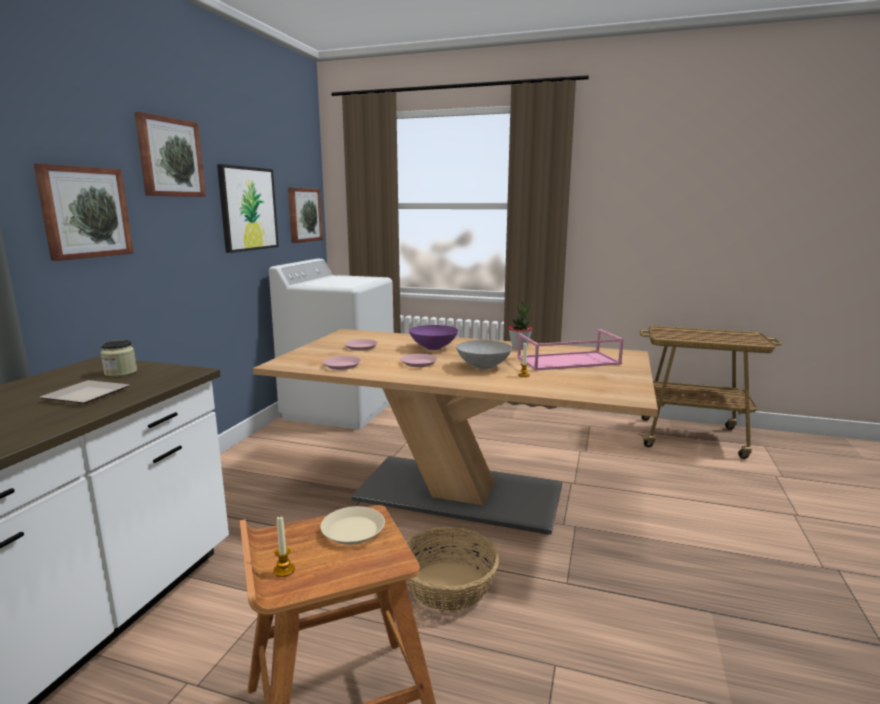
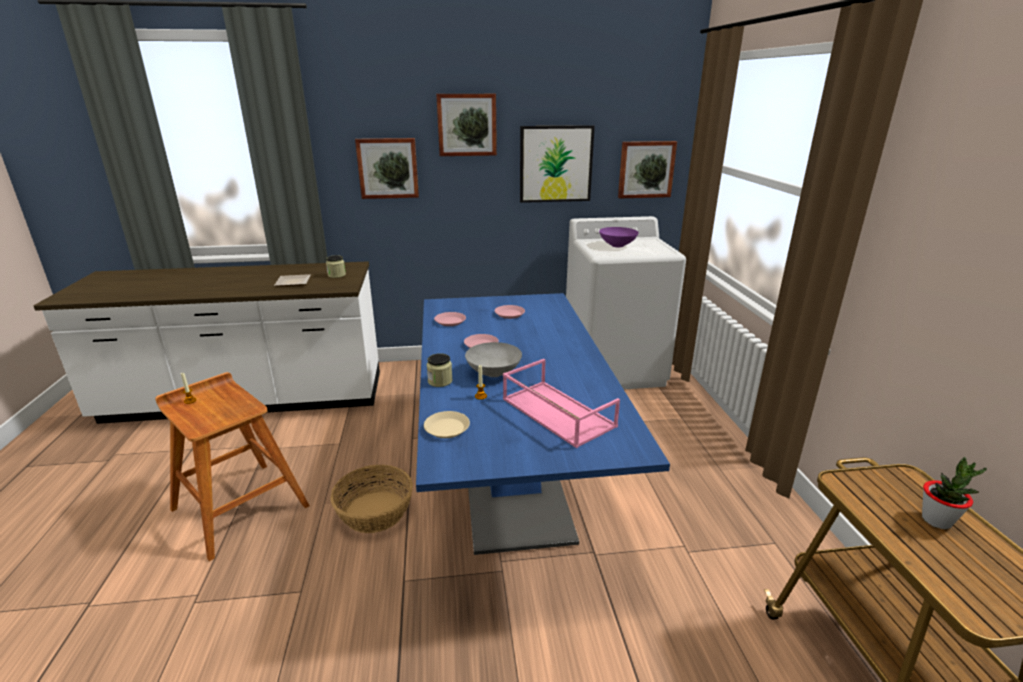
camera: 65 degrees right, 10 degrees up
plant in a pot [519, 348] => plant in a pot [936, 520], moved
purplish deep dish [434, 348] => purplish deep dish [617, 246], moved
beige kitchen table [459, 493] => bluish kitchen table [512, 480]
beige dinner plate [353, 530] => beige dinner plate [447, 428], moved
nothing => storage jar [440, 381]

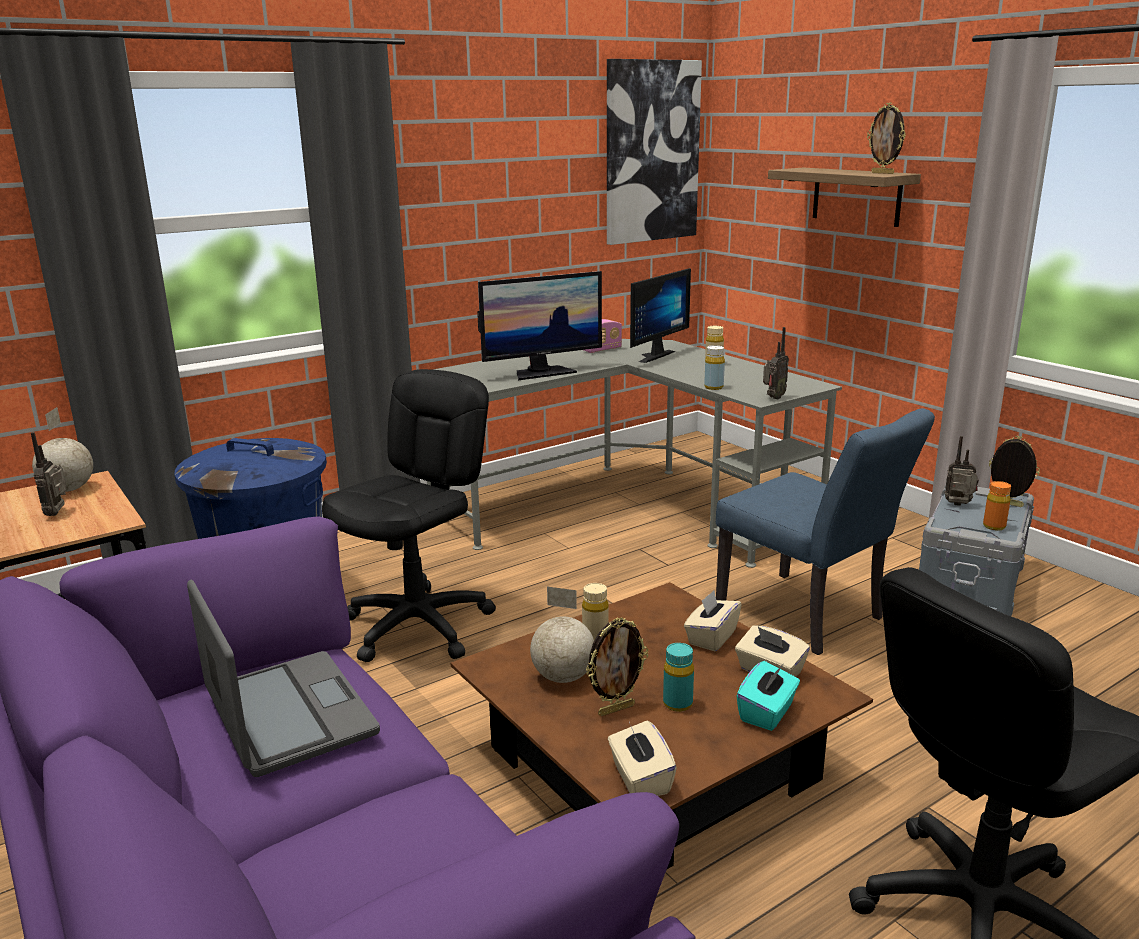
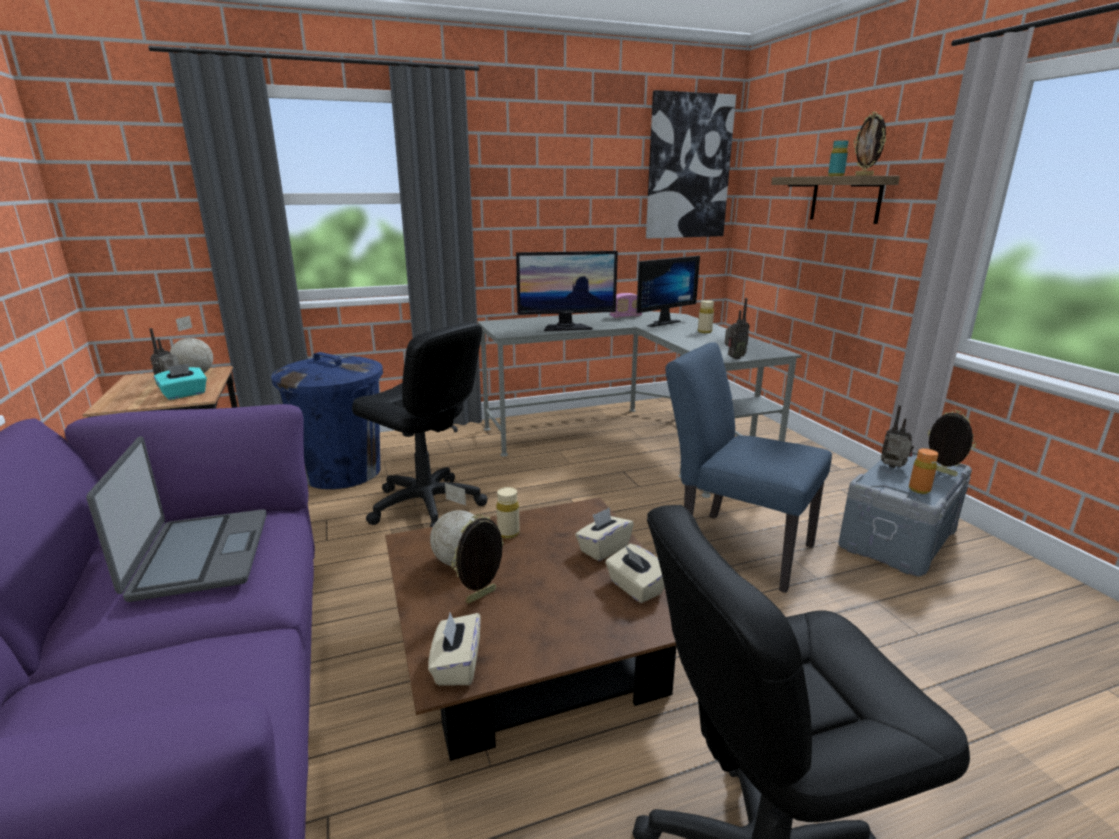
camera: 15 degrees right, 0 degrees up
yellowish bottle [713, 387] => nothing
blackish office chair [418, 626] => blackish office chair [426, 505], 75 degrees clockwise
bluish plain chair [809, 617] => bluish plain chair [734, 545], 150 degrees clockwise
photo frame [616, 709] => photo frame [482, 597], 150 degrees clockwise
blue-green bottle [677, 704] => blue-green bottle [835, 176], moved
blue-green tissue holder [767, 713] => blue-green tissue holder [184, 394], moved

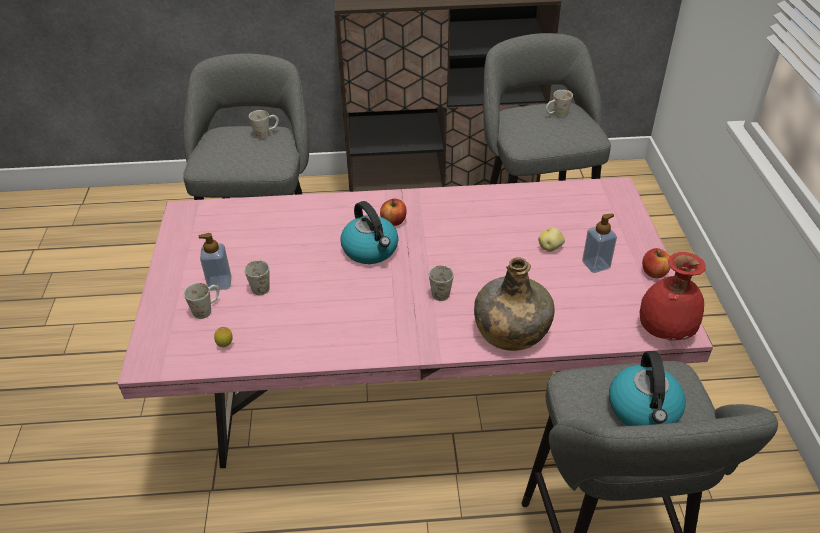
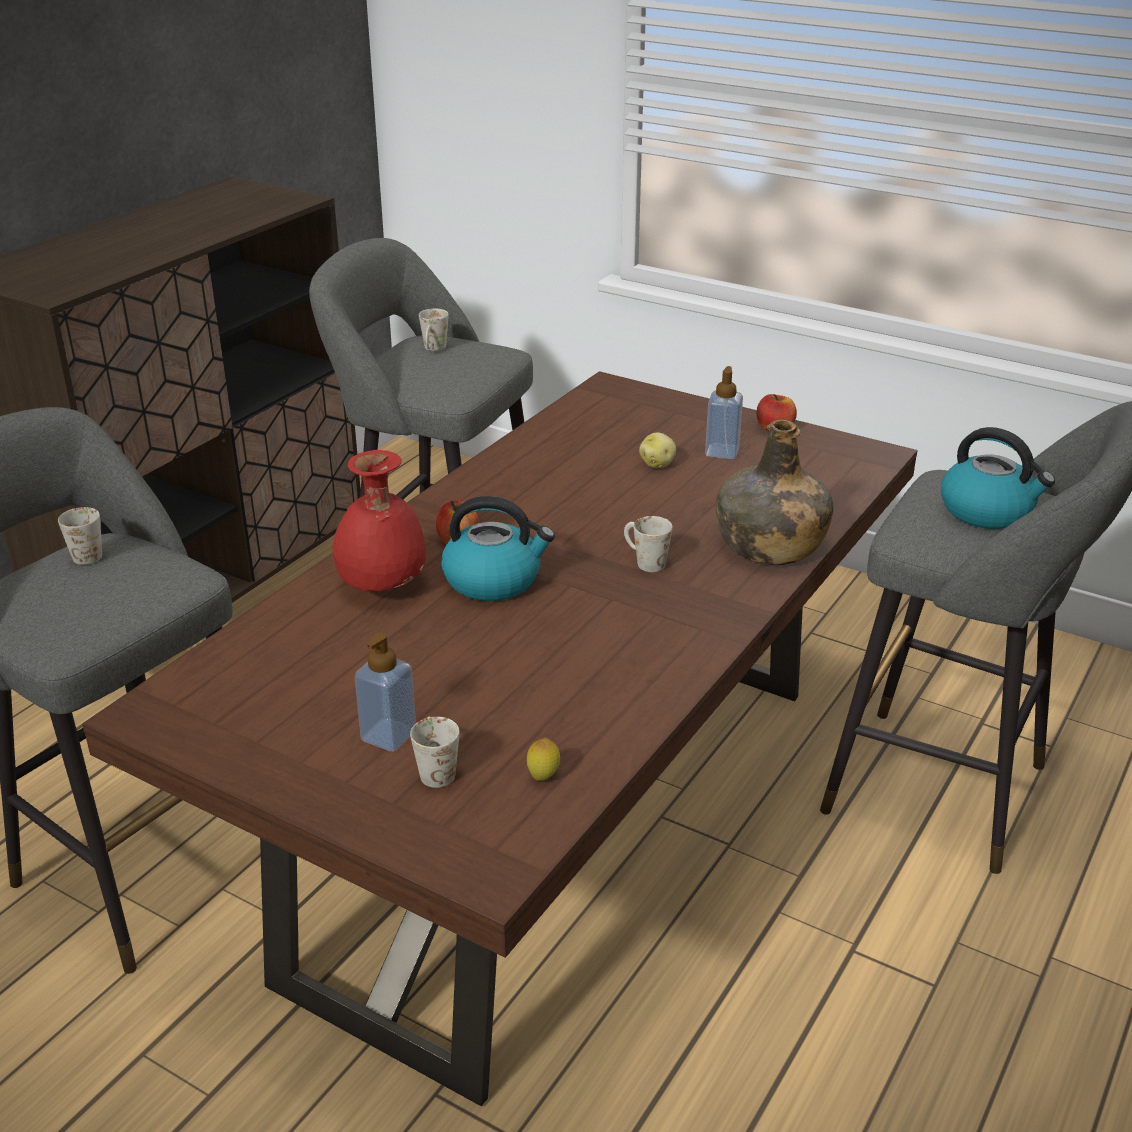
camera: 55 degrees left, 10 degrees down
pink-coloured kitchen table [410, 400] => brown-coloured kitchen table [566, 827]
red-coloured vase [664, 331] => red-coloured vase [381, 588], moved
whitish tea mug [258, 285] => nothing

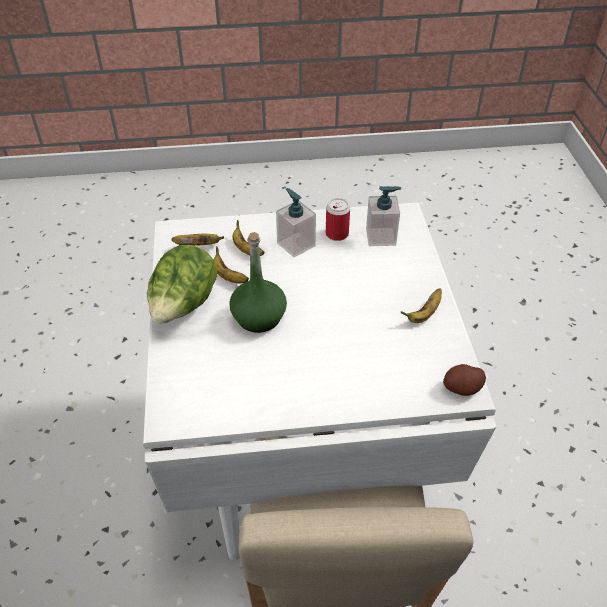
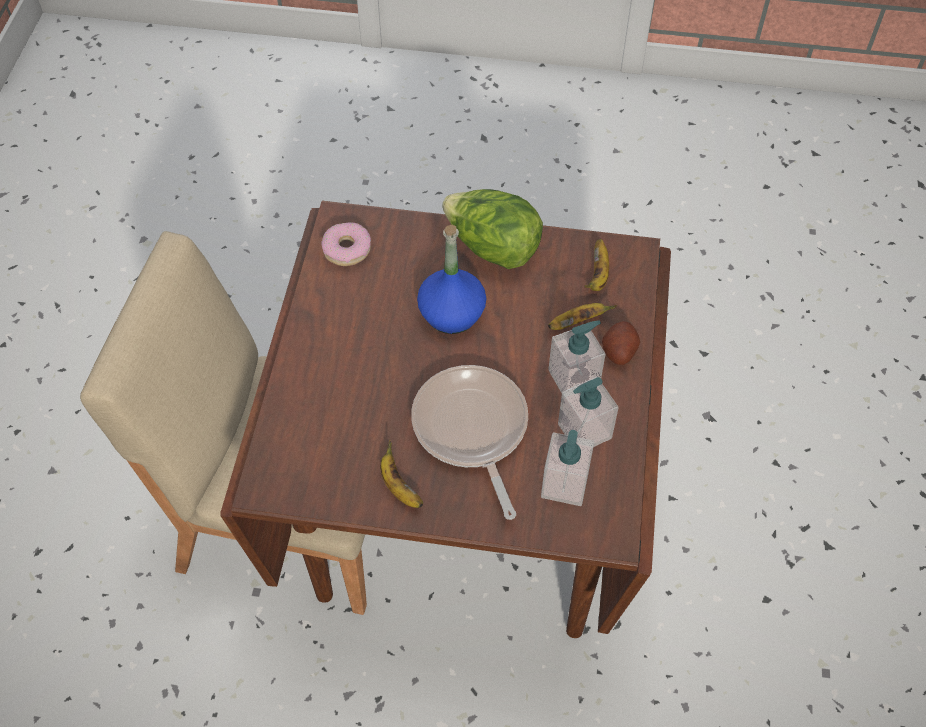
camera: 105 degrees right, 10 degrees up
metal can [337, 234] => liquid soap bottle [584, 431]
whitish kitchen table [305, 456] => brown-coloured kitchen table [462, 526]
greenish bottle [259, 317] => bluish bottle [451, 314]
whole banana [228, 277] => nothing
spud [462, 388] => spud [619, 351], moved
nothing => doughnut [347, 249]
nothing => frying pan [471, 430]

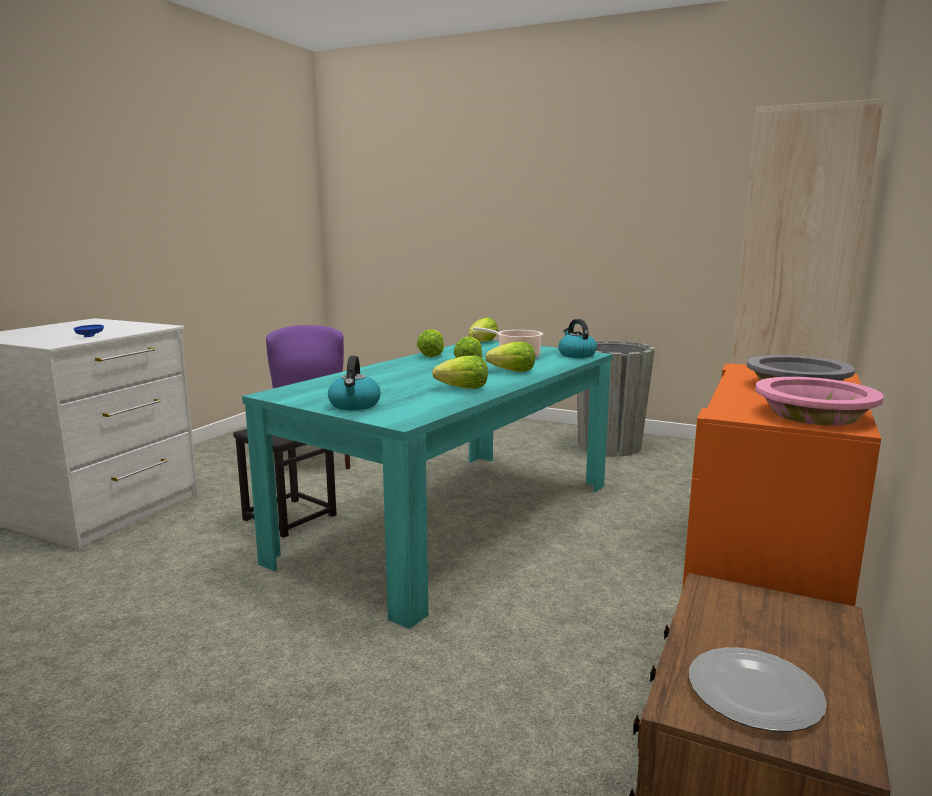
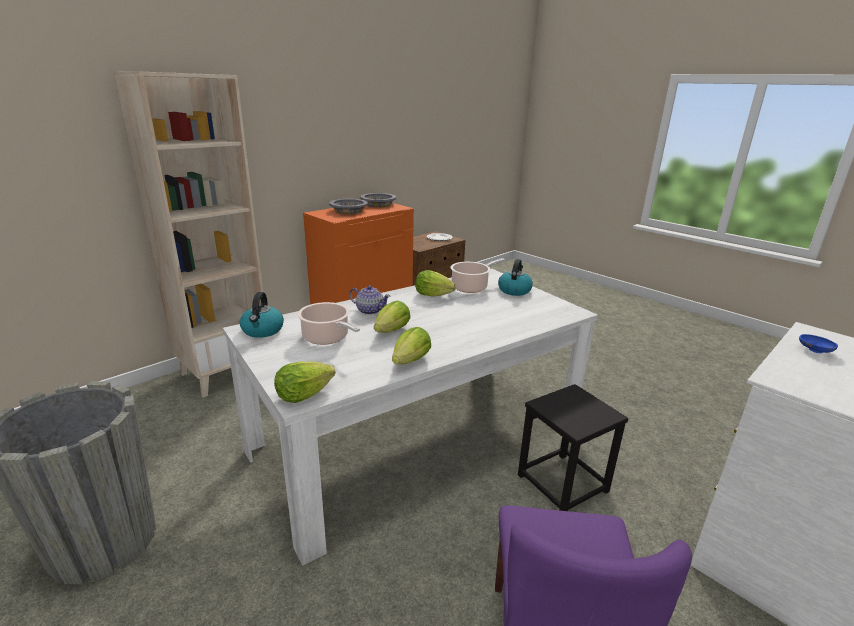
camera: 160 degrees left, 10 degrees up
blue-green kitchen table [453, 520] => whitish kitchen table [417, 439]
lettuce head [513, 371] => pot for tea [369, 310]
pink-coloured deep dish [814, 415] => grey deep dish [378, 204]
nothing => cooking pot [471, 287]

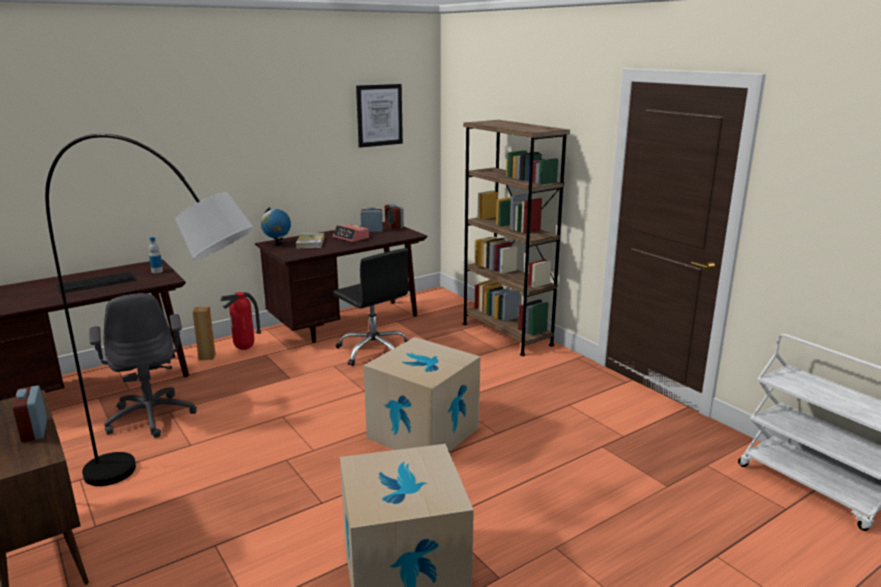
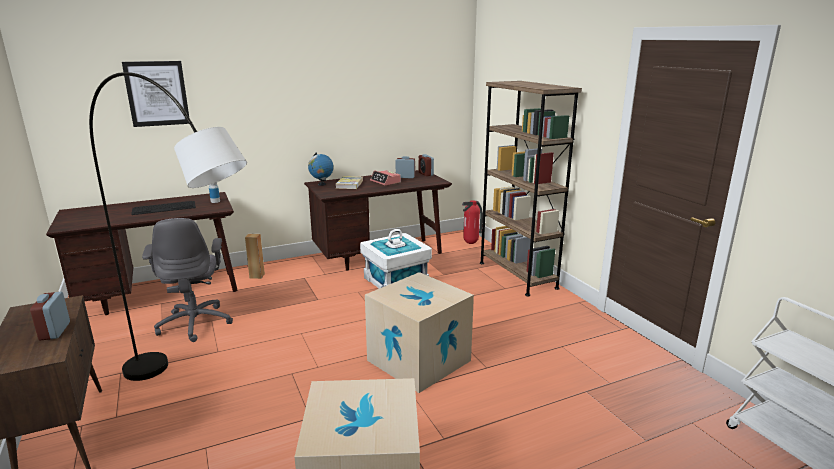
camera: 10 degrees right, 0 degrees up
wall art [379, 115] => wall art [157, 93], moved
blackish office chair [374, 350] => whitish storage container [396, 281]
fire-fighting cylinder [245, 349] => fire-fighting cylinder [471, 243], moved

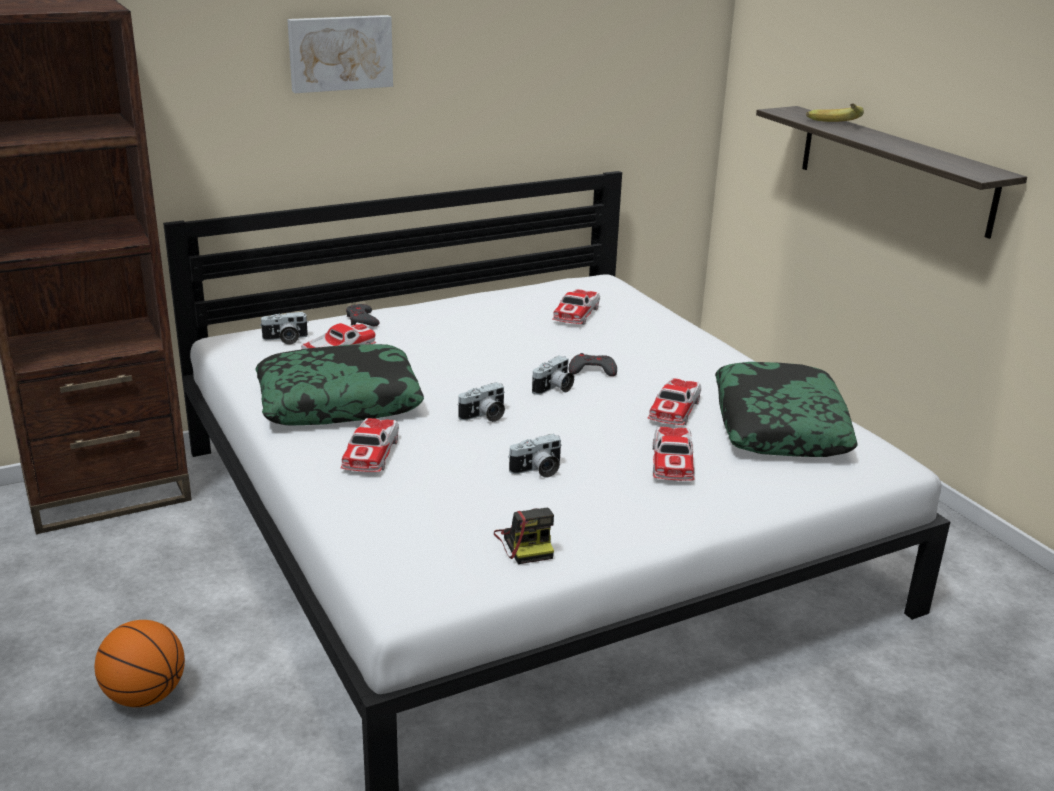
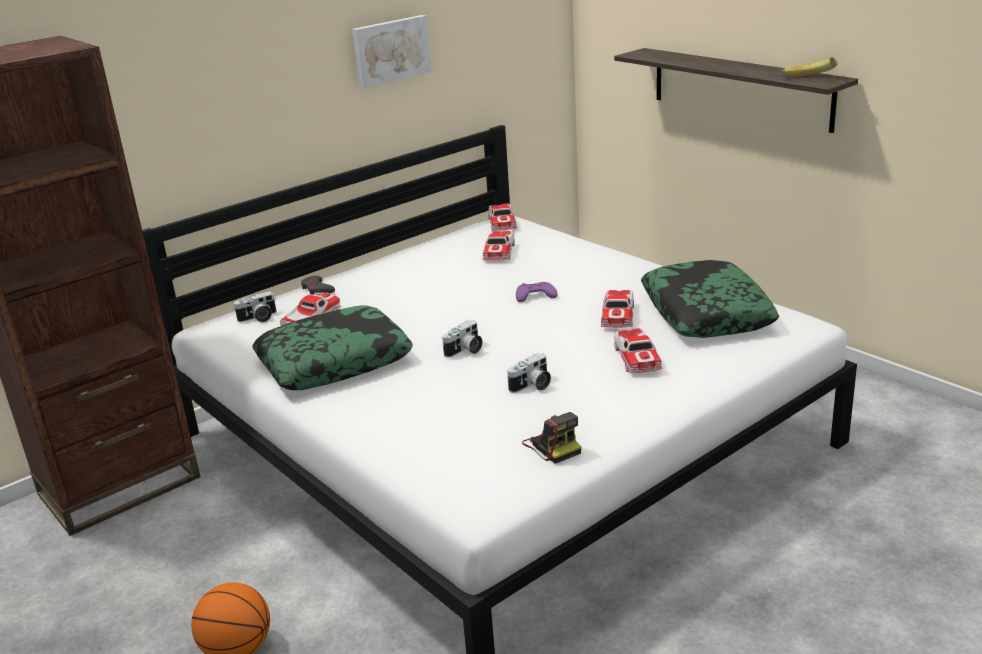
camera: 10 degrees left, 0 degrees up
wall art [340, 53] => wall art [390, 50], moved
whole banana [833, 126] => whole banana [810, 79], moved
grey gamepad [592, 370] => purplish gamepad [535, 296]
photo camera [554, 388] => nothing
model car [371, 454] => model car [502, 223], moved

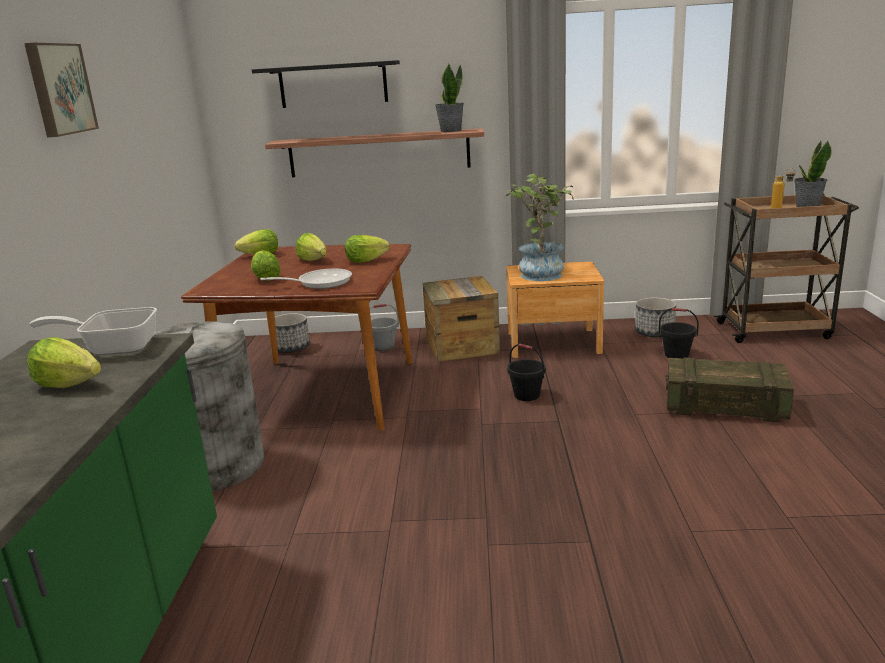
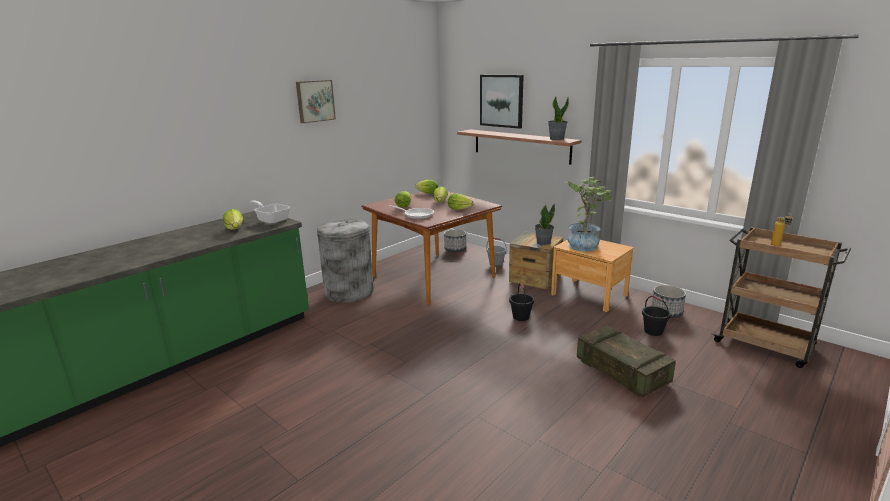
camera: 40 degrees right, 0 degrees up
blackish wall shelf [333, 84] => wall art [501, 101]
plant in a pot [807, 206] => plant in a pot [543, 242], moved

